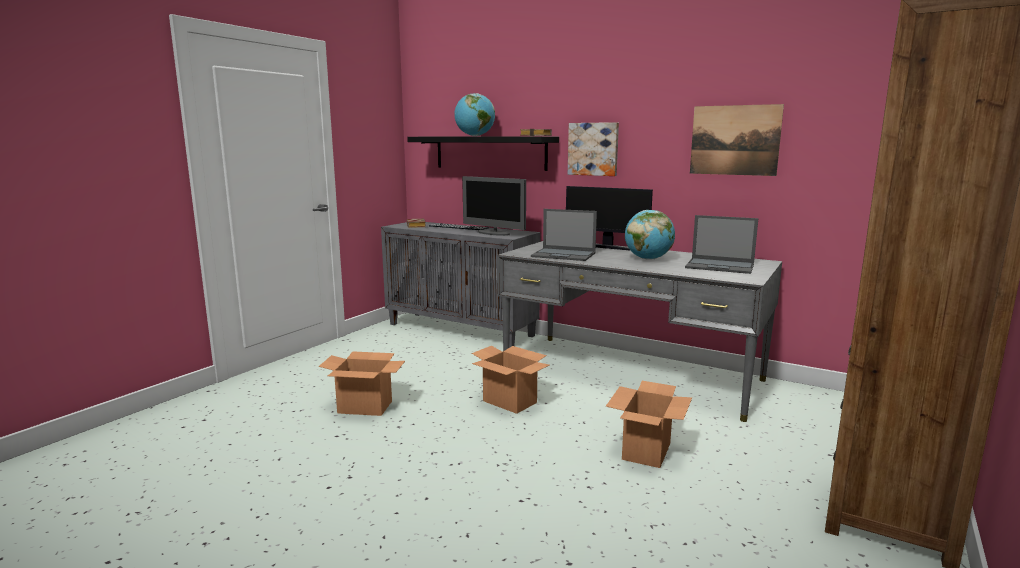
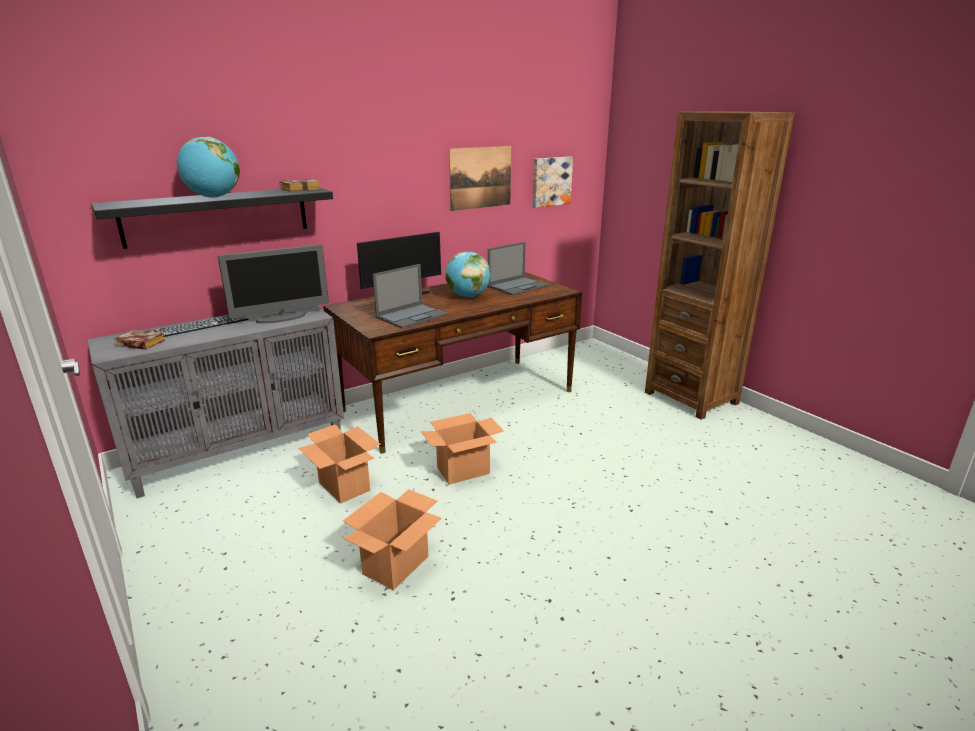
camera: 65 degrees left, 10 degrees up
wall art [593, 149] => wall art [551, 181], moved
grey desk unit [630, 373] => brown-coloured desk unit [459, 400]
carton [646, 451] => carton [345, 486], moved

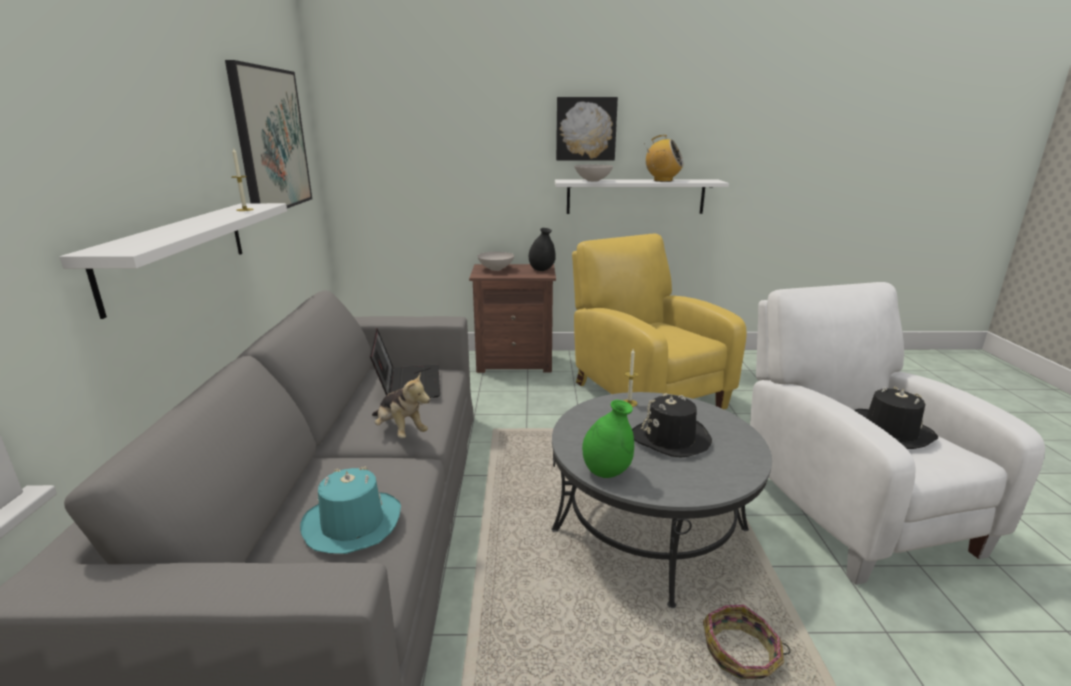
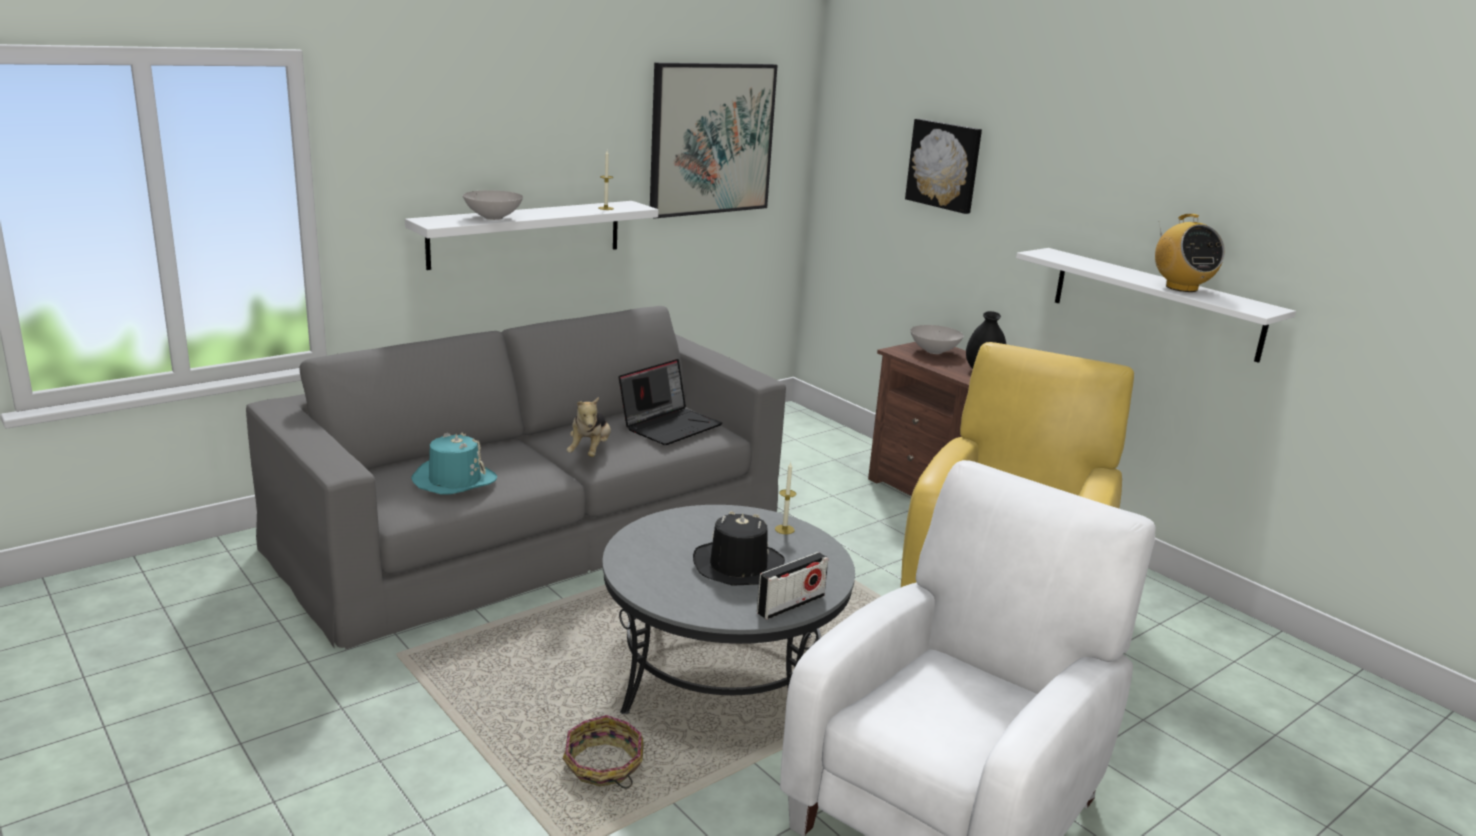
camera: 50 degrees right, 0 degrees up
wall art [586, 129] => wall art [945, 165], moved
whitish deep dish [592, 181] => whitish deep dish [493, 217], moved
blackish hat [890, 431] => nothing
greenish vase [606, 472] => nothing
nothing => radio set [791, 604]

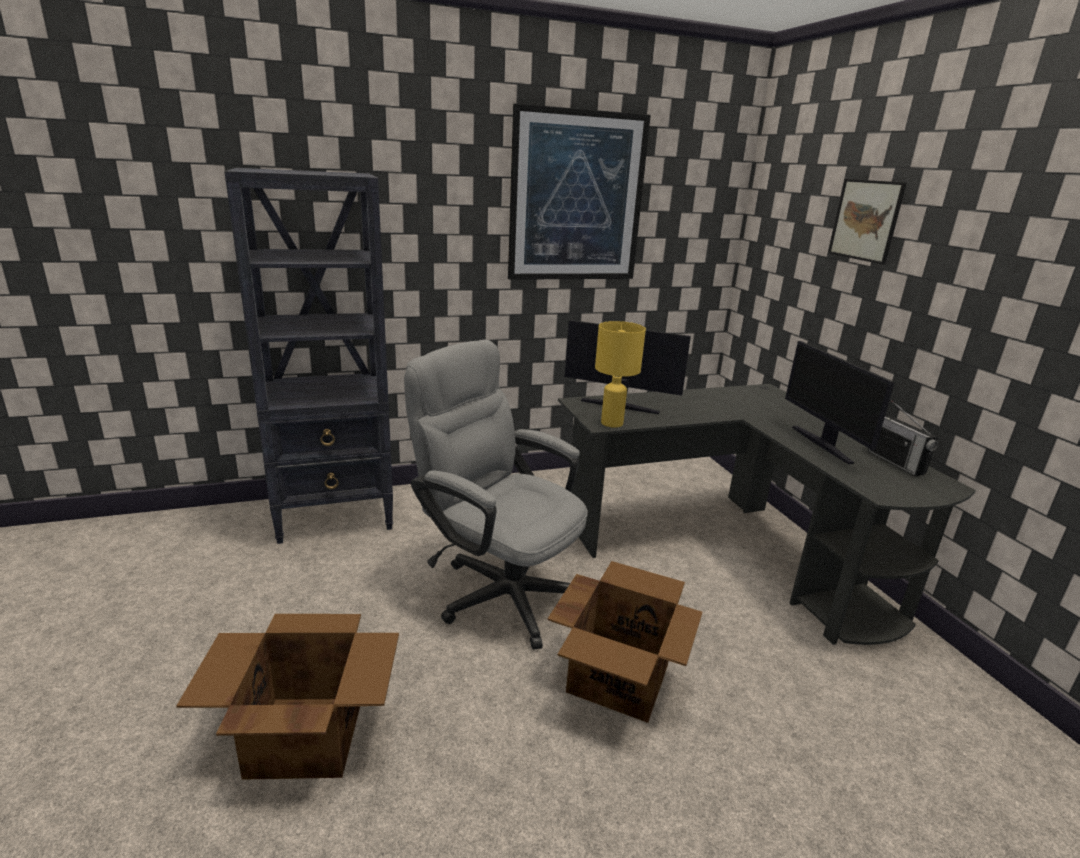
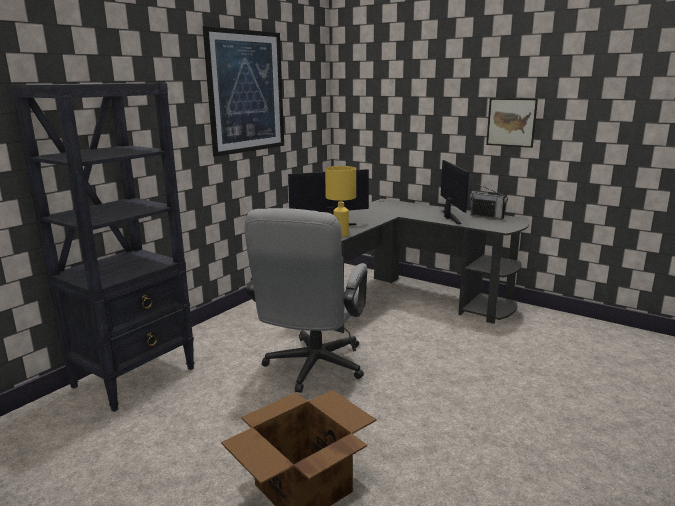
camera: 35 degrees left, 5 degrees down
wall art [865, 220] => wall art [511, 122], moved
grey office chair [499, 589] => grey office chair [312, 369], 75 degrees counterclockwise
computer screen [823, 444] => computer screen [449, 217], 135 degrees counterclockwise
carton [619, 677] => nothing

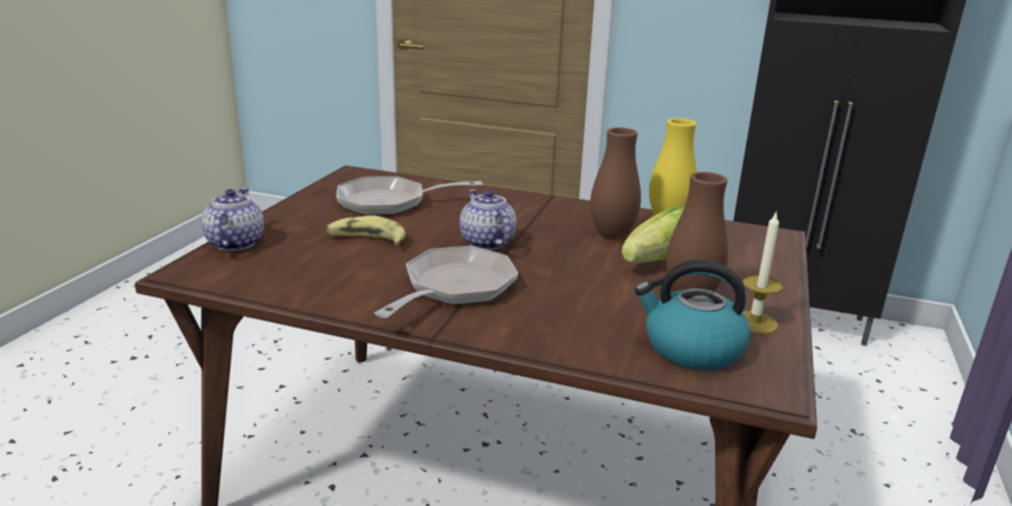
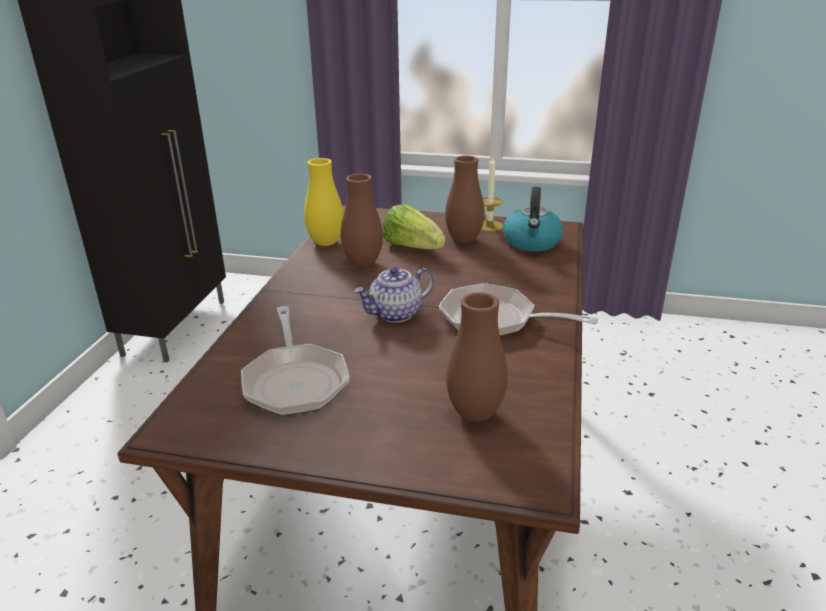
camera: 95 degrees left, 5 degrees up
pot for tea [234, 243] => nothing
whole banana [366, 240] => nothing
nothing => brown-coloured vase [475, 413]

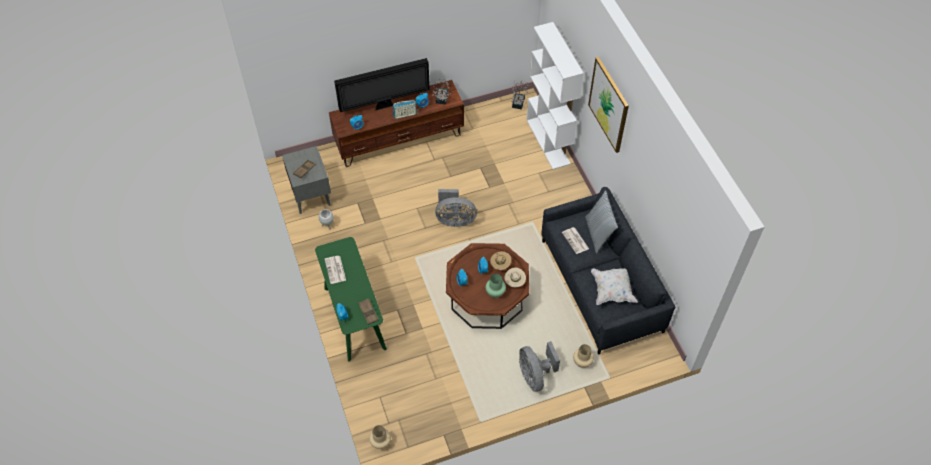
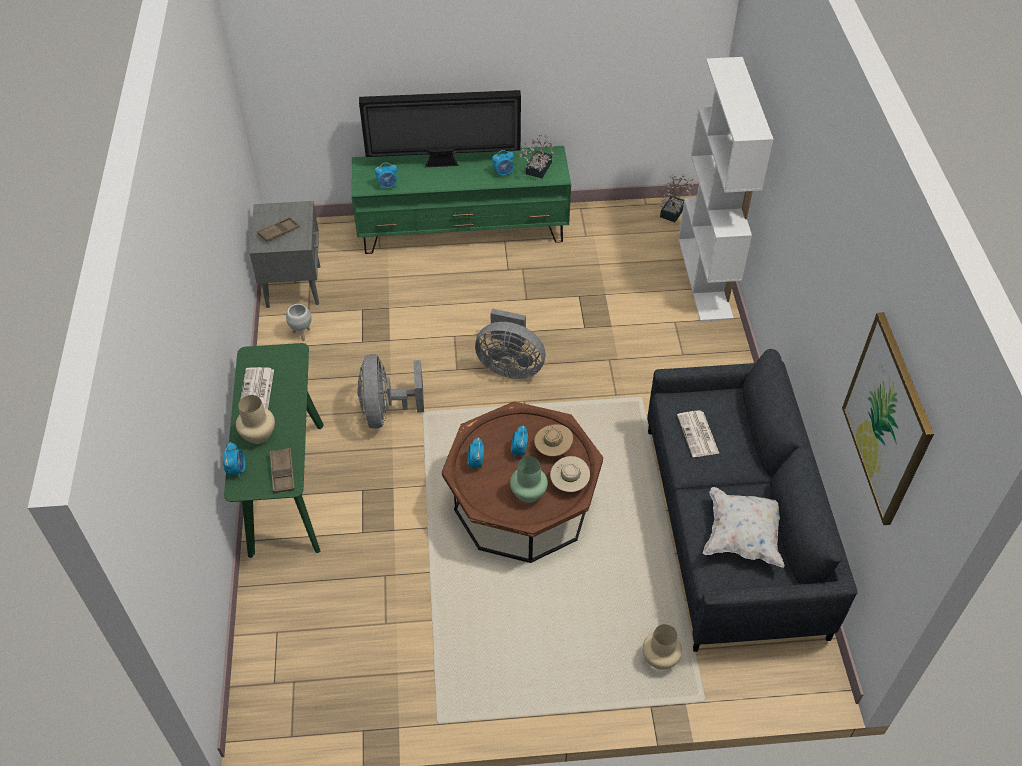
camera: 15 degrees right, 5 degrees down
wall art [609, 104] => wall art [887, 419], moved
brown-coloured media console [399, 140] => greenish media console [463, 231]
radio set [405, 114] => nothing
throw pillow [598, 234] => nothing
grey cooling fan [535, 375] => grey cooling fan [386, 411], moved
beige vase [381, 442] => beige vase [259, 435], moved

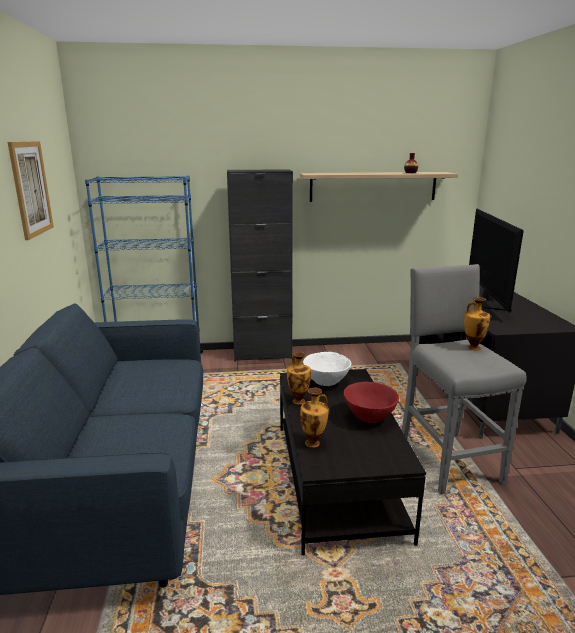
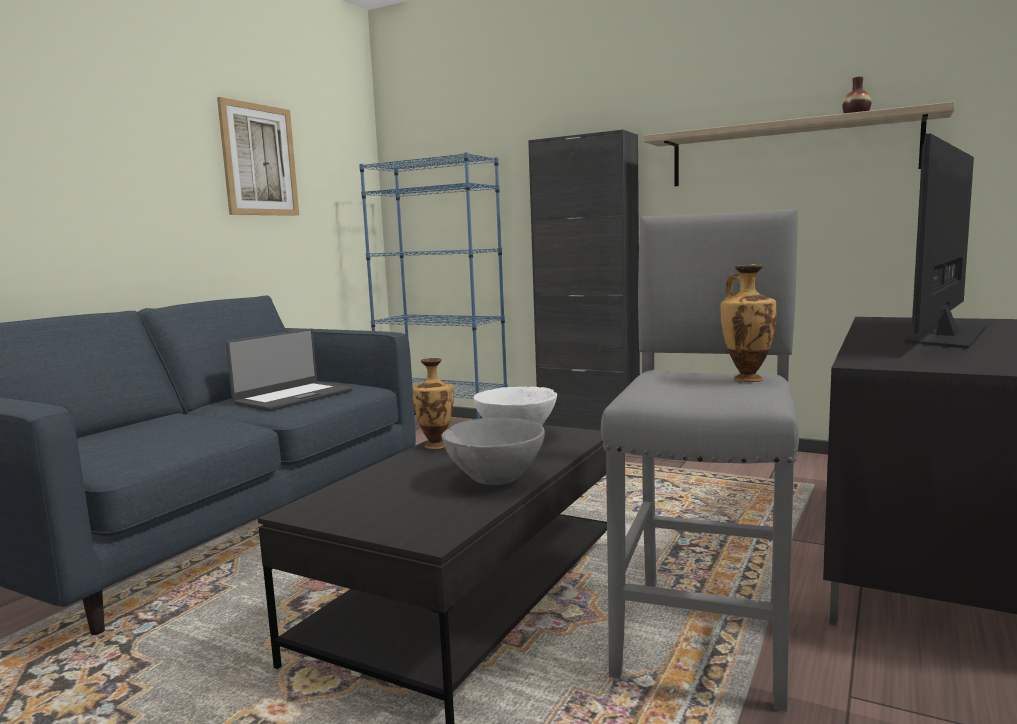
camera: 35 degrees right, 10 degrees down
red-coloured deep dish [369, 418] => grey deep dish [495, 480]
vase [313, 443] => nothing
nothing => laptop [293, 397]

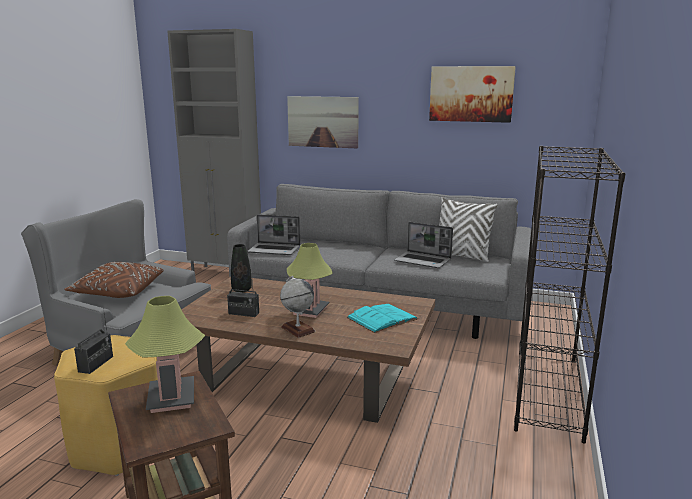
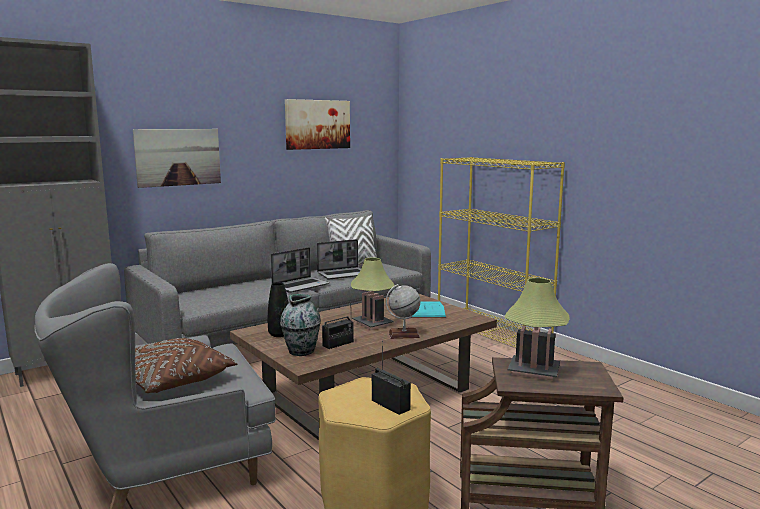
camera: 55 degrees left, 5 degrees down
blackish bookshelf [548, 392] => yellowish bookshelf [492, 334]
laptop [275, 250] => laptop [301, 286], moved
nothing => vase [301, 351]

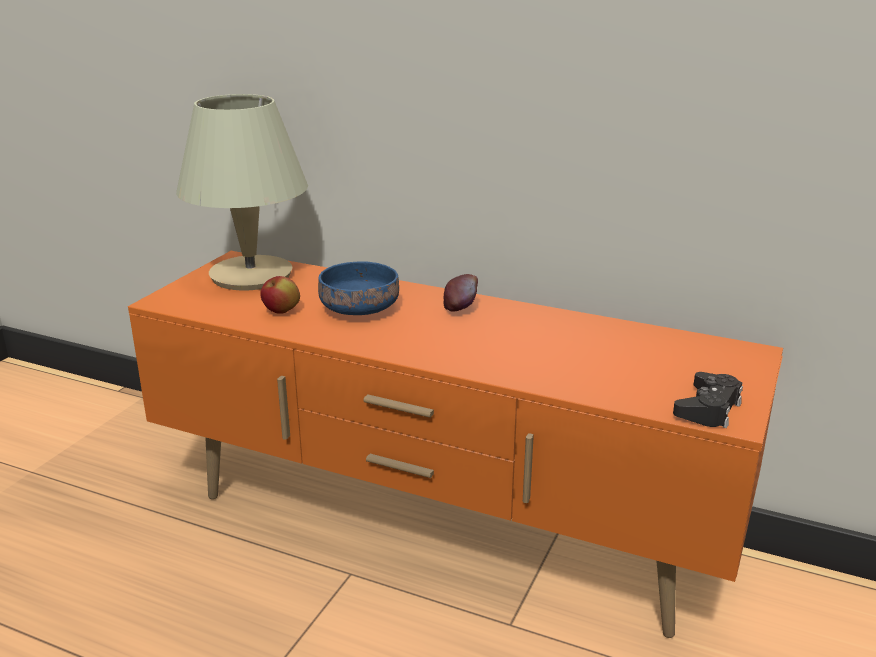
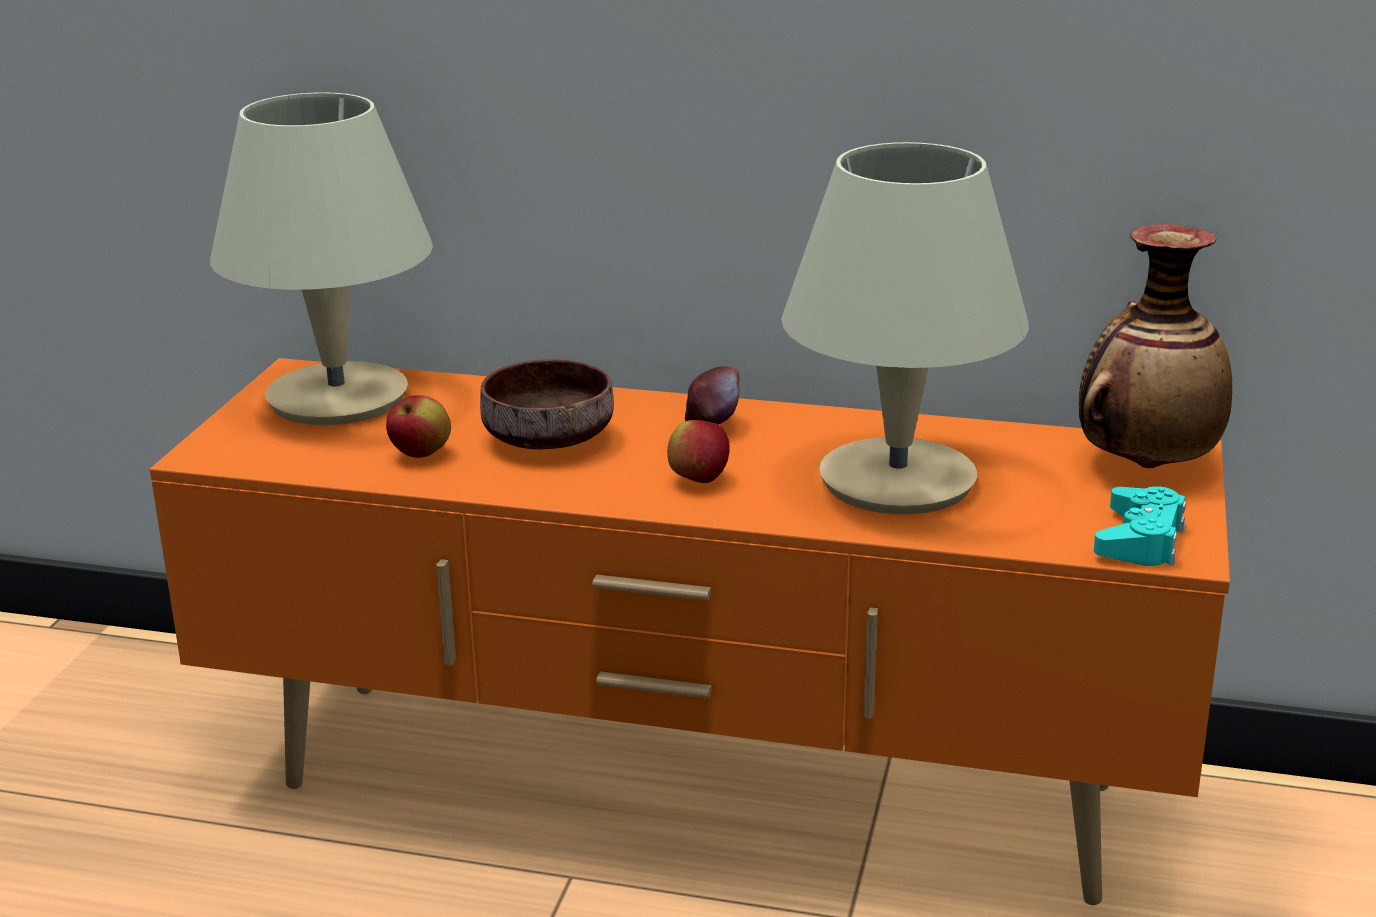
camera: 10 degrees left, 0 degrees up
bluish deep dish [360, 308] => brown-coloured deep dish [549, 437]
blackish gamepad [708, 408] => blue-green gamepad [1140, 540]
nothing => beige table lamp [897, 480]
nothing => vase [1146, 464]
nothing => whole apple [698, 480]

